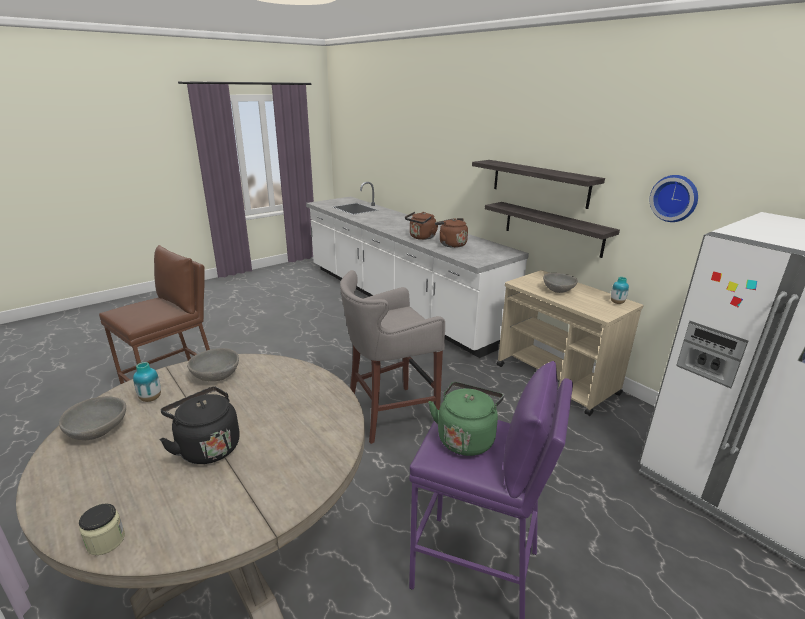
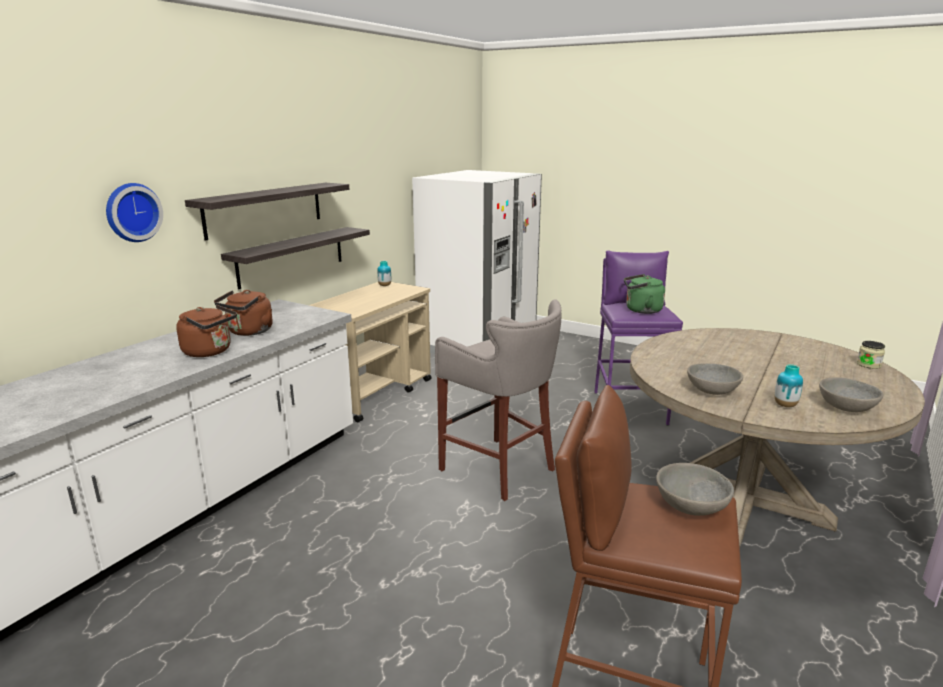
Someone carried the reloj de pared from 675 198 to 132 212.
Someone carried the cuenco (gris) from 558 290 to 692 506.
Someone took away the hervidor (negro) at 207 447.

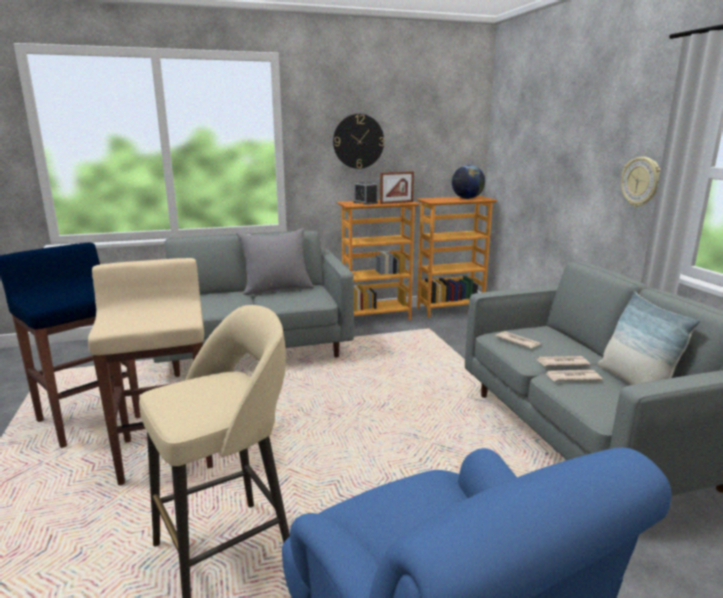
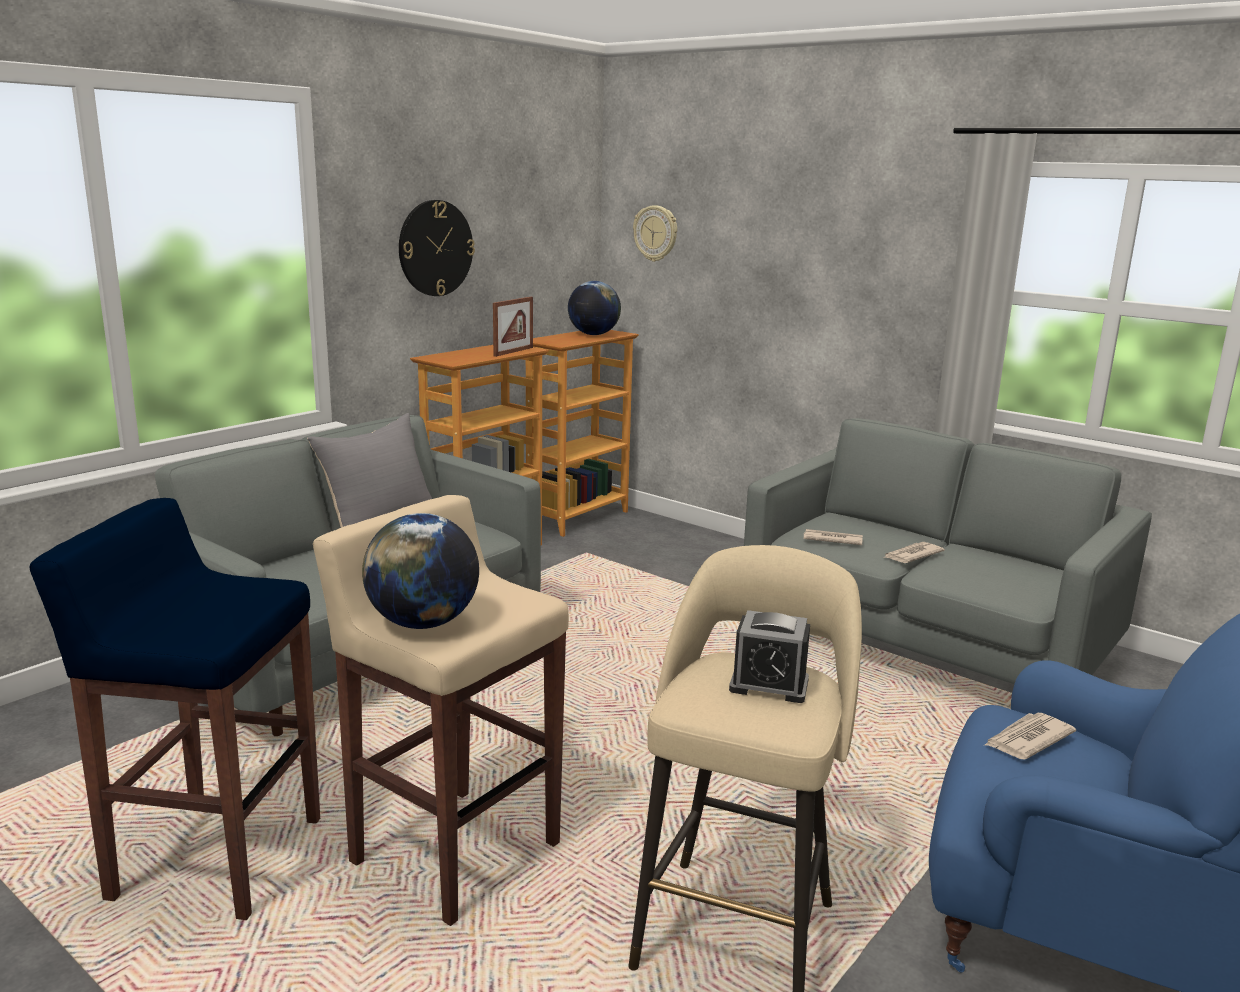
Someone put down the globo terráqueo at 423 623.
Someone carried the reloj de pared from 641 182 to 656 233.
Someone carried the despertador from 365 203 to 769 685.
Someone carried the periódico from 571 377 to 1027 739.
Someone took away the cojín at 634 383.

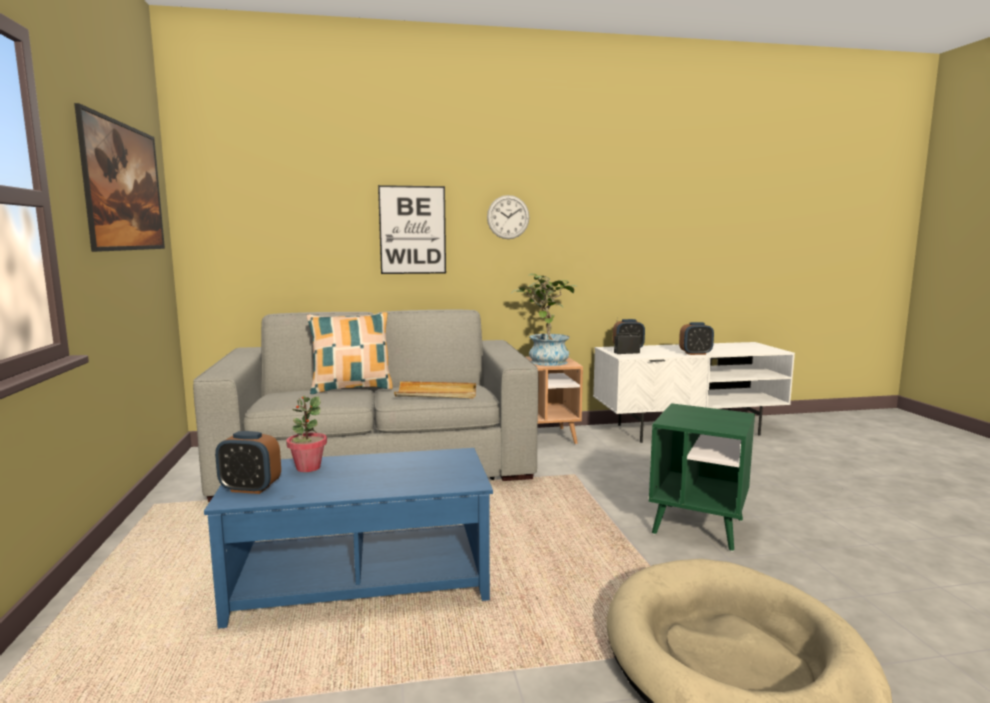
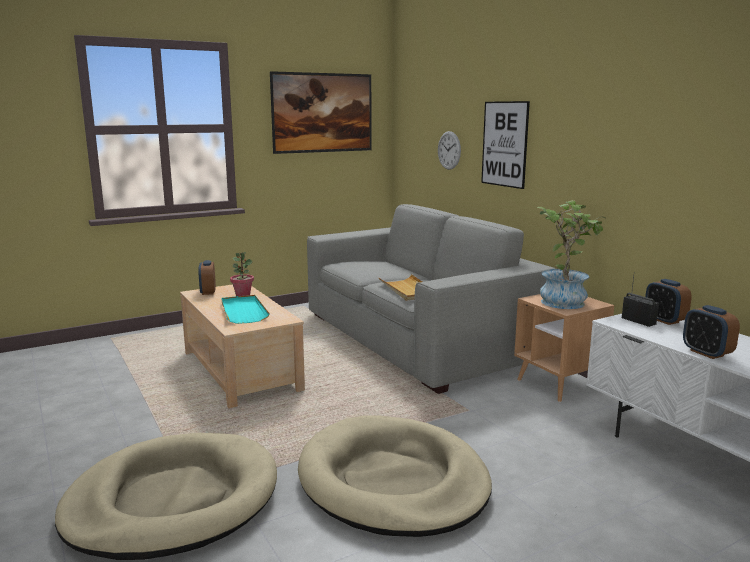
Someone repainted the mesa de centro (azul) at 361 579, which became the mesa de centro (beis) at 242 371.
Someone put down the bandeja (turquesa) at 243 311.
Someone swapped the mesa auxiliar (verde) at 698 527 for the cama para perro (beis) at 393 481.
Someone carried the reloj de pared from 508 217 to 449 150.
Someone took away the cojín at 351 389.

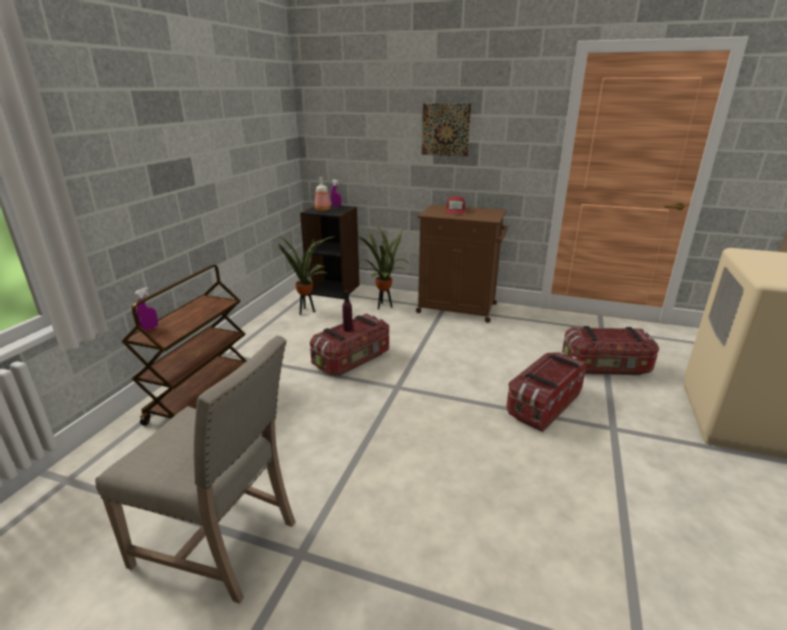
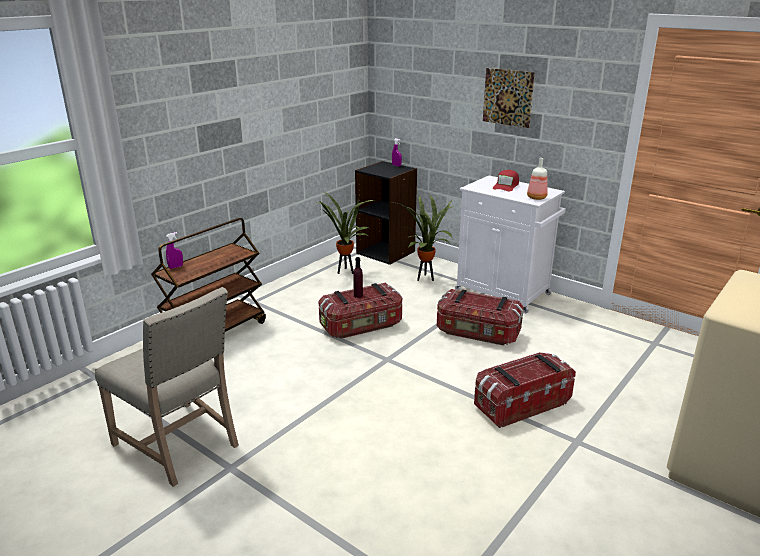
Someone carried the caja de almacenaje from 605 367 to 477 333.
Someone repainted the armario (marrón) at 458 308, which became the armario (blanco) at 504 293.
Someone carried the botella from 322 210 to 536 198.

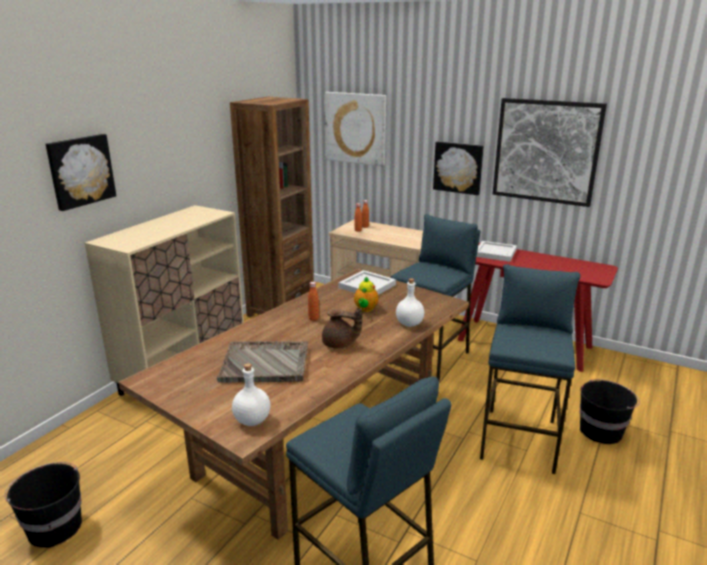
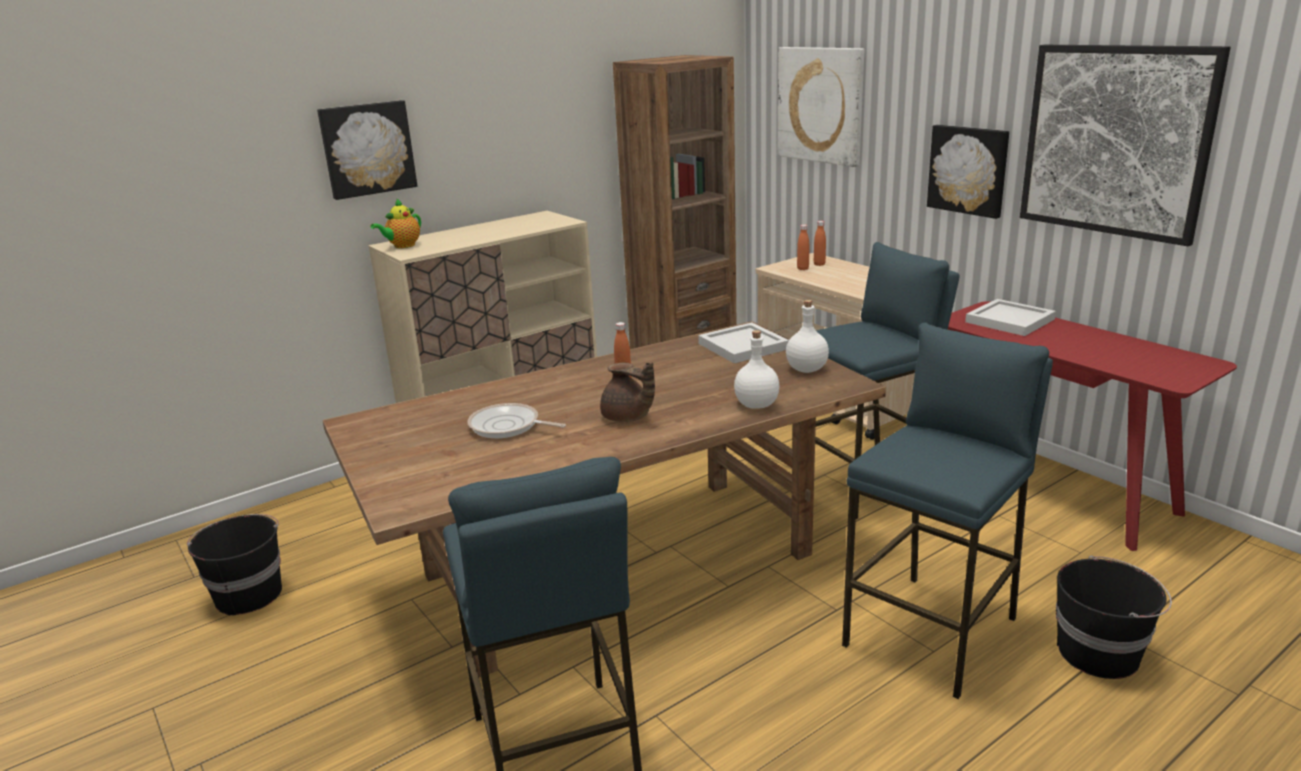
Someone carried the tetera from 365 309 to 402 246.
Someone swapped the bandeja (gris) at 266 363 for the sartén at 507 426.
Someone carried the botella (blanco) from 252 420 to 806 369.

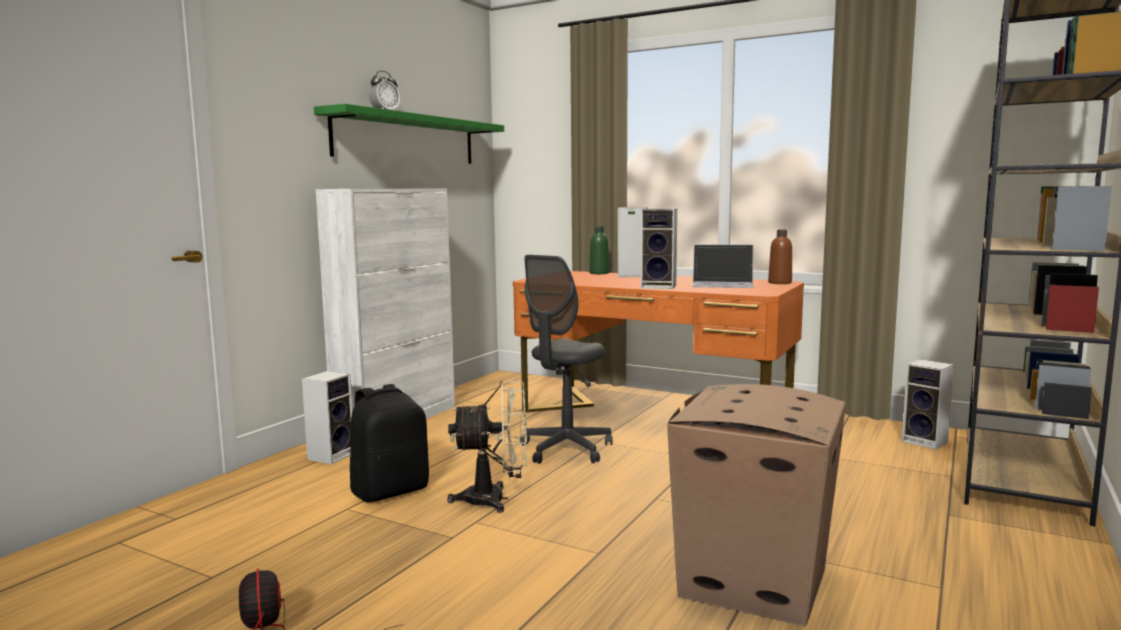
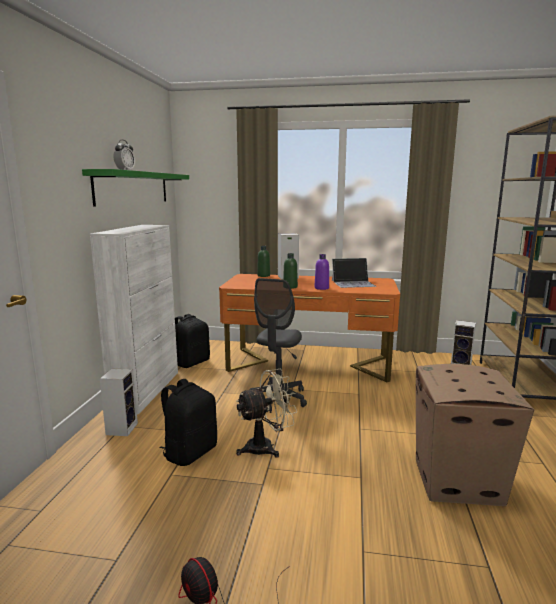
Someone put down the mochila (negro) at 191 362.
Someone put down the botella (verde) at 290 287.
Someone swapped the altavoz at 660 286 for the botella (morado) at 321 288.
Someone took away the botella (marrón) at 780 283.

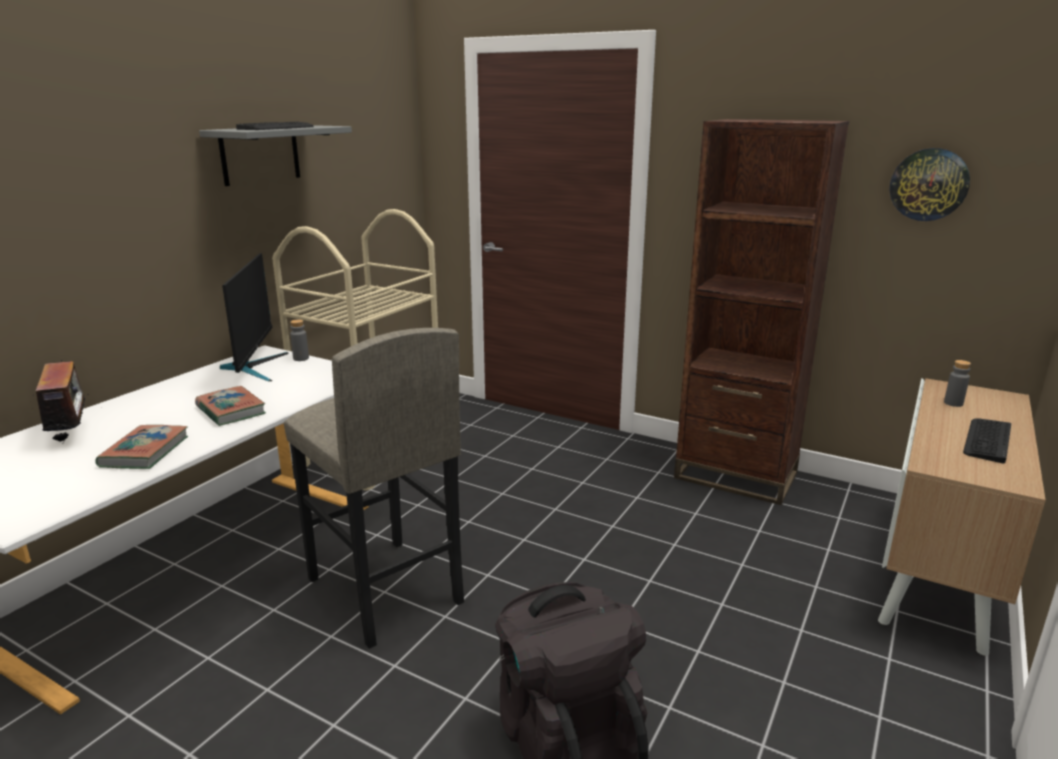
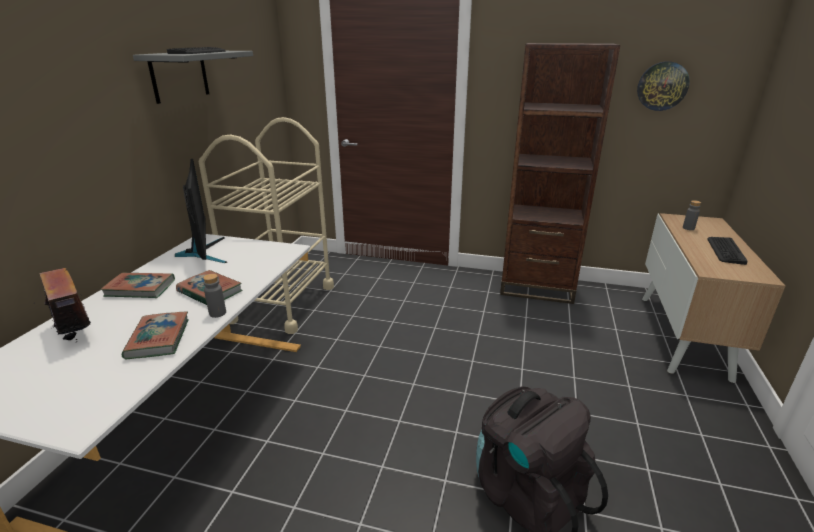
Someone put down the libro at 140 288.
Someone carried the botella (gris) from 301 358 to 217 313.
Someone took away the taburete (gris) at 384 591.

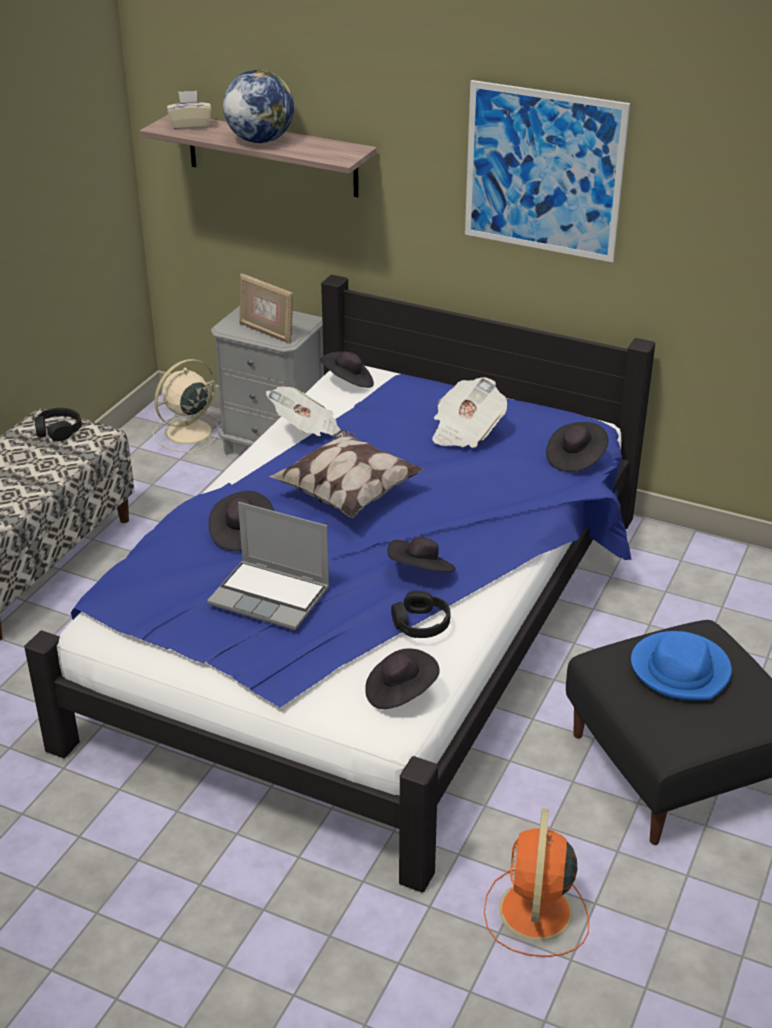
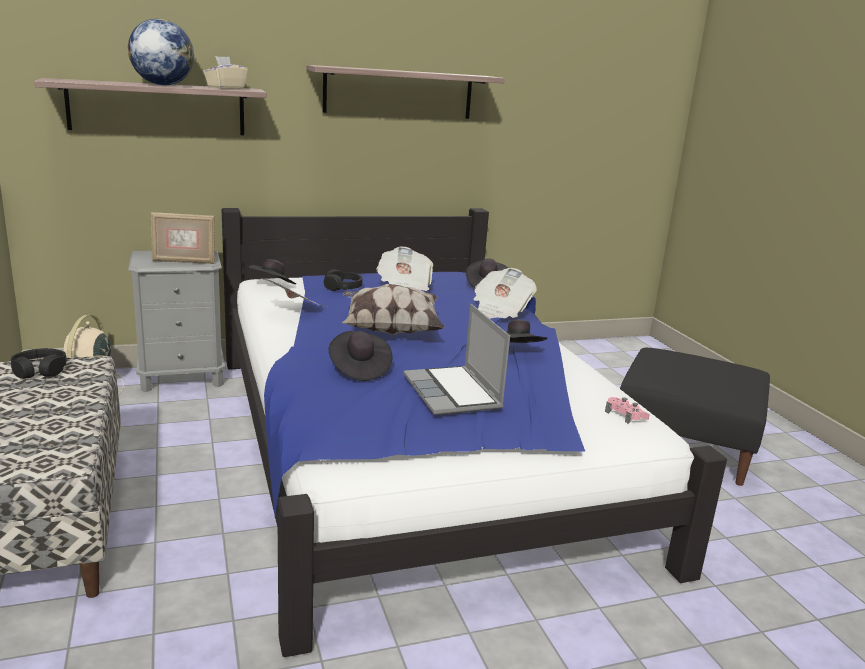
Someone carried the caja de pañuelos (beis) from 190 125 to 225 88.
Someone swapped the cuadro at 543 171 for the estante at 398 93.
Someone carried the auriculares (negro) from 421 624 to 343 287.
Someone rotated the portátil at 271 596 by 90 degrees clockwise.
Someone put down the periódico at 500 310.
Someone swapped the sombrero (negro) at 400 693 for the mando de consola (rosa) at 625 415.
Someone took away the ventilador (naranja) at 535 913.
Someone took away the sombrero (azul) at 681 670.

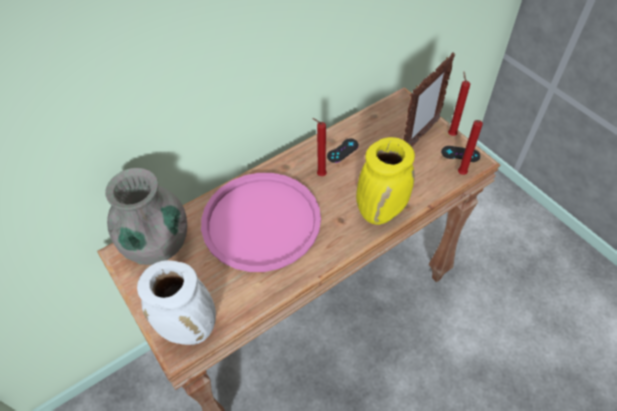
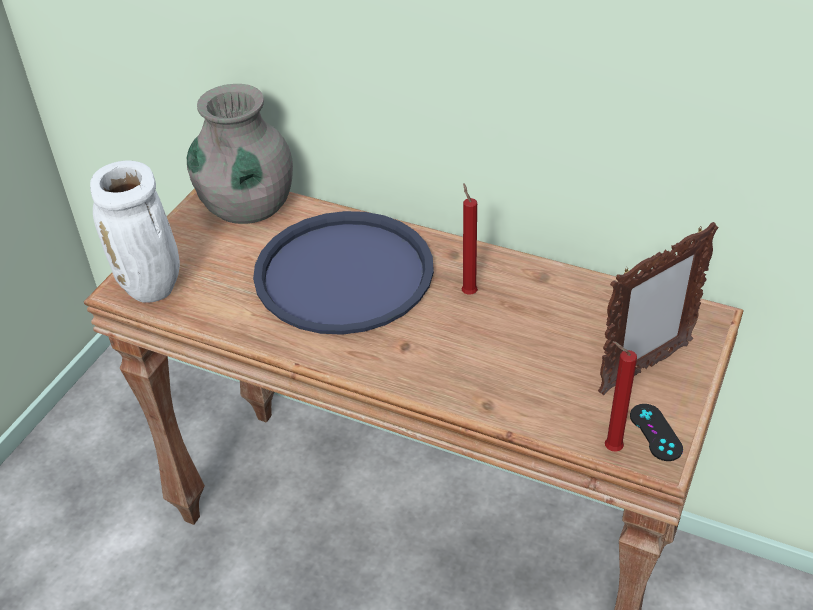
Someone repainted the bandeja (rosa) at 261 222, which became the bandeja (azul) at 344 274.
Someone rotated the portarretratos at 419 137 by 45 degrees counterclockwise.
Someone took away the mando de consola (negro) at 342 150.
Someone took away the florero (amarillo) at 381 211.
Someone took away the vela (rojo) at 451 134.

